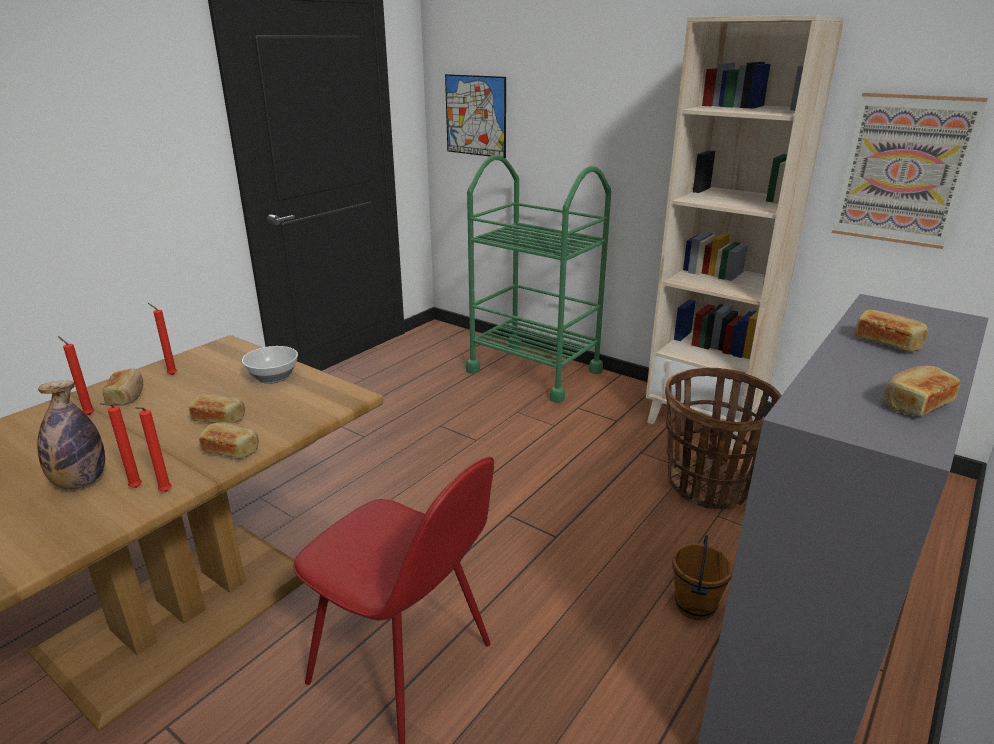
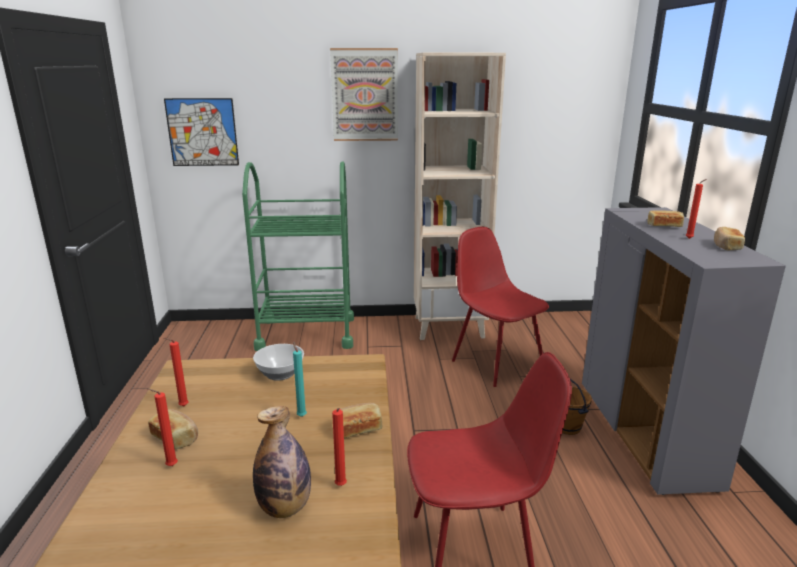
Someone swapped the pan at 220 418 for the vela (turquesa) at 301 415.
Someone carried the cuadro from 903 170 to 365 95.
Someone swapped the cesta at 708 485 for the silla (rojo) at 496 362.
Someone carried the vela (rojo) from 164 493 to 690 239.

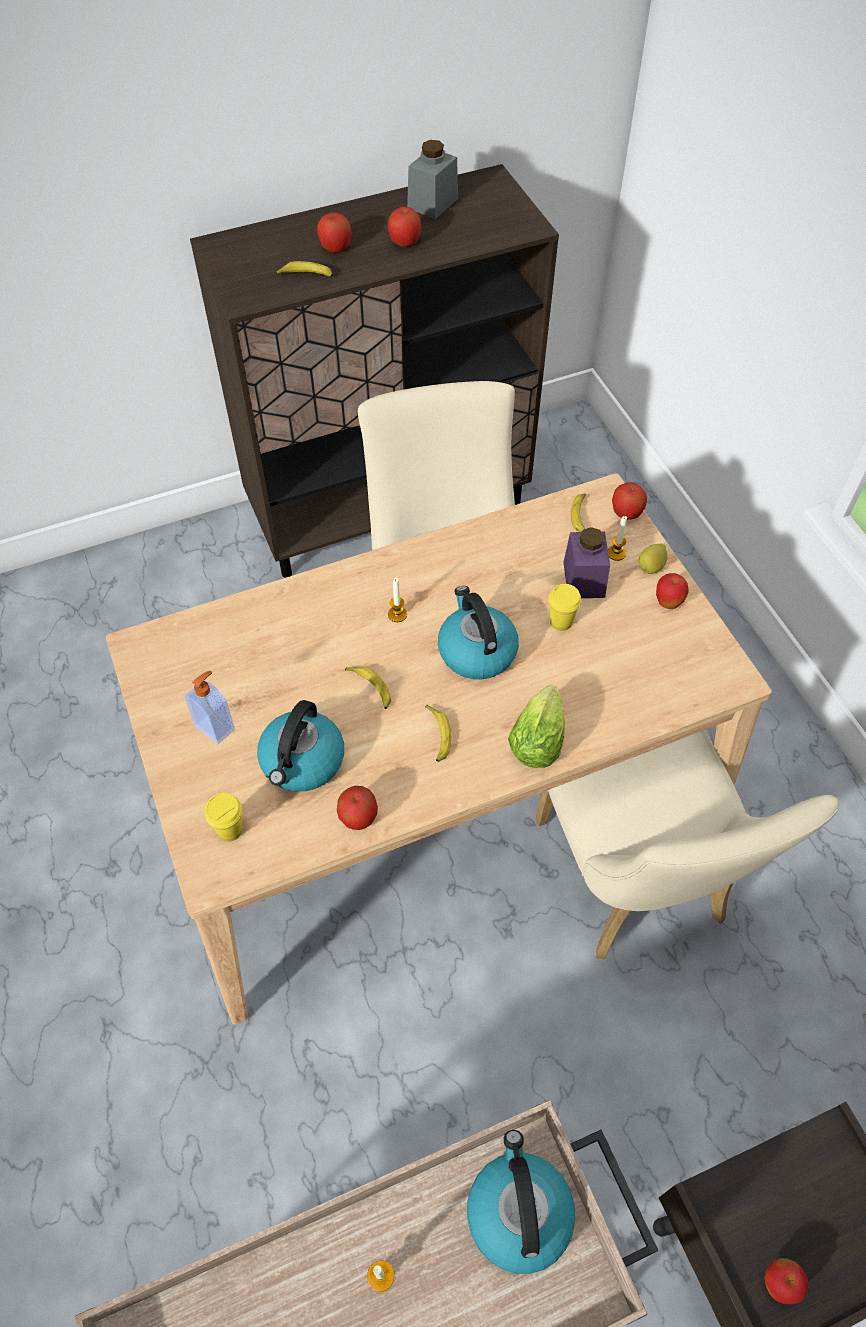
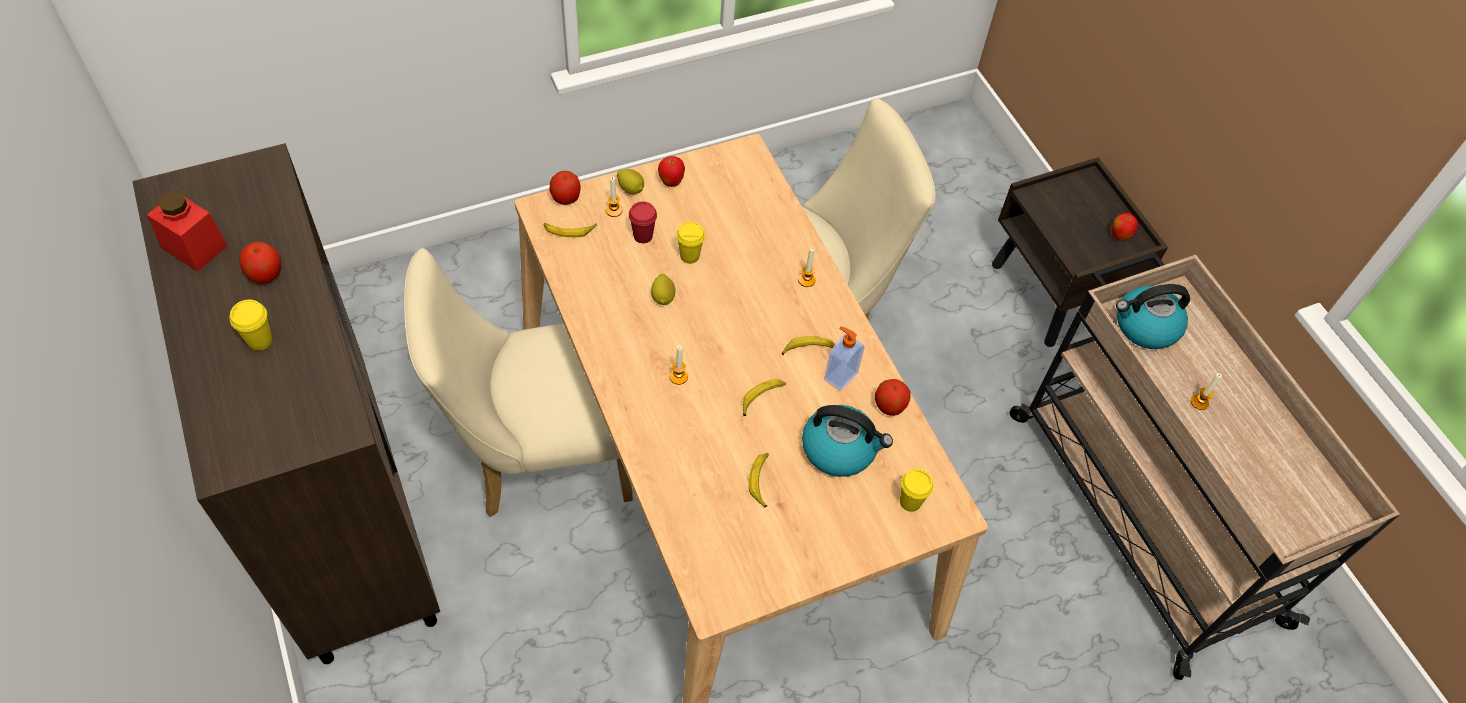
Someone repainted the tarro (gris) at 432 203, which became the tarro (rojo) at 194 247.
Someone swapped the manzana at 335 248 for the taza (amarillo) at 260 340.
Someone swapped the tarro (morado) at 584 579 for the taza (rojo) at 643 236.
Someone put down the limón at 663 297.
Someone carried the plátano from 306 275 to 761 481.
Someone swapped the lechuga at 538 737 for the vela at 806 280.
Someone carried the dispensador de jabón from 216 727 to 839 376.
Someone took away the hervidor at 476 651.

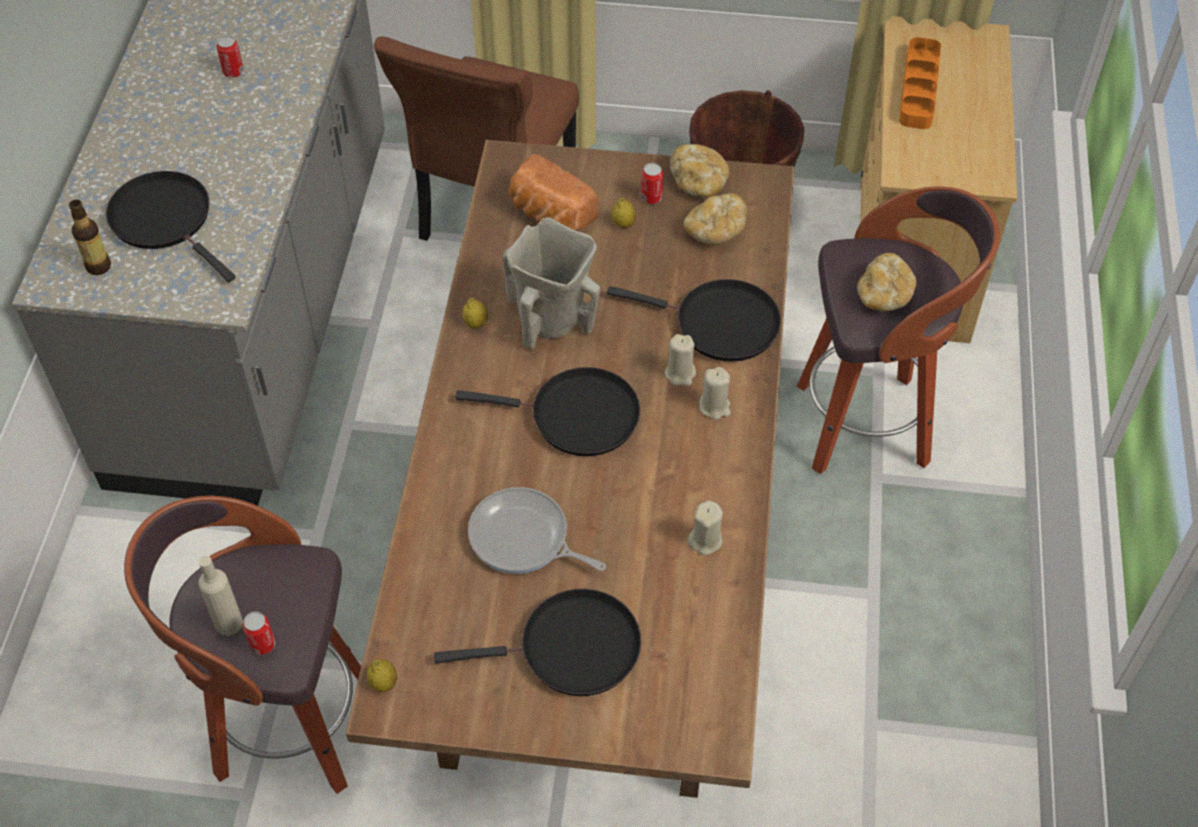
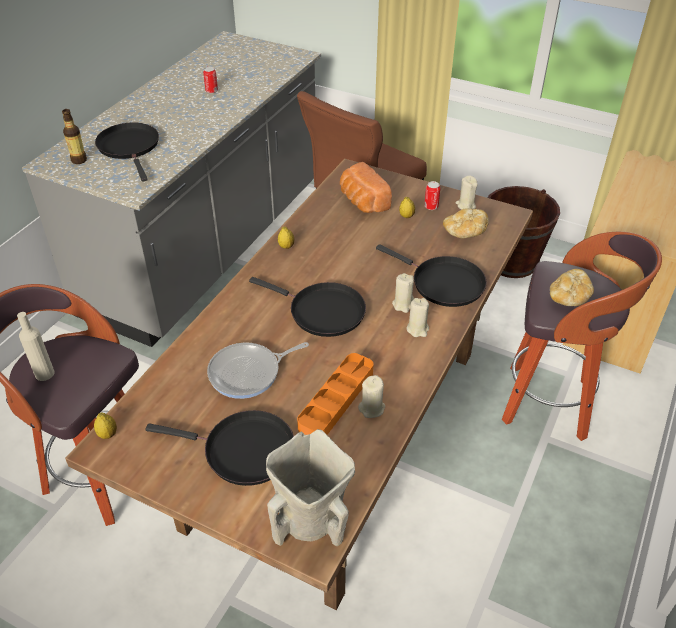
Someone rotated the sartén at 523 539 by 75 degrees counterclockwise.
Someone carried the florero (beis) from 552 320 to 311 521.
Someone carried the bandeja (naranja) from 919 88 to 336 399.
Someone swapped the pan at 698 182 for the vela (beis) at 465 205.
Someone took away the lata at 262 644.

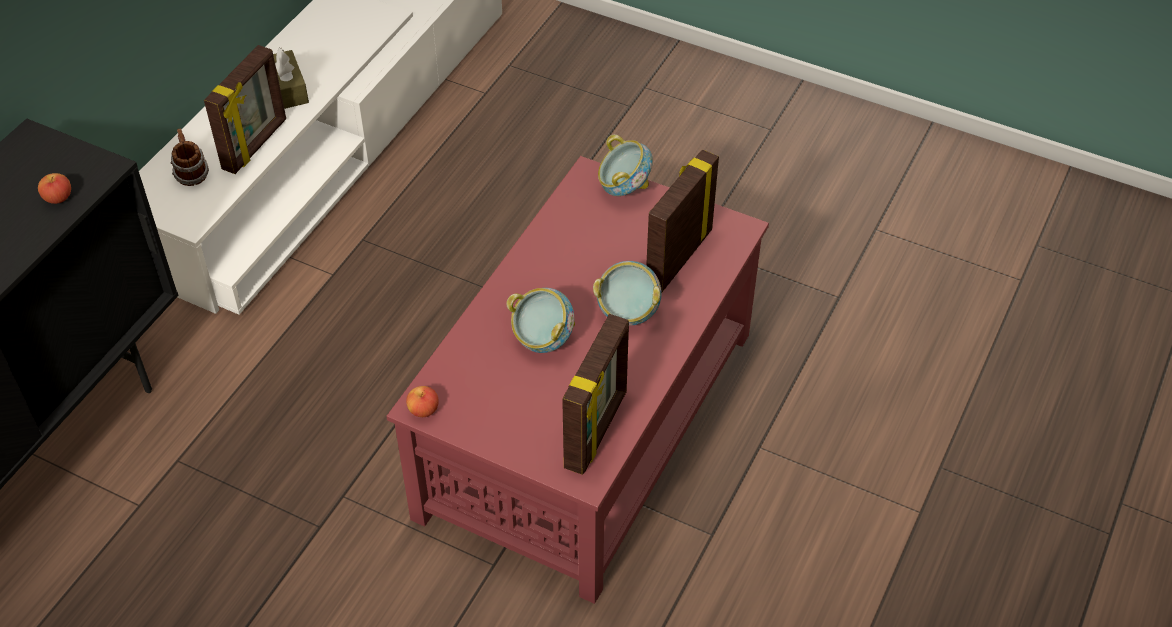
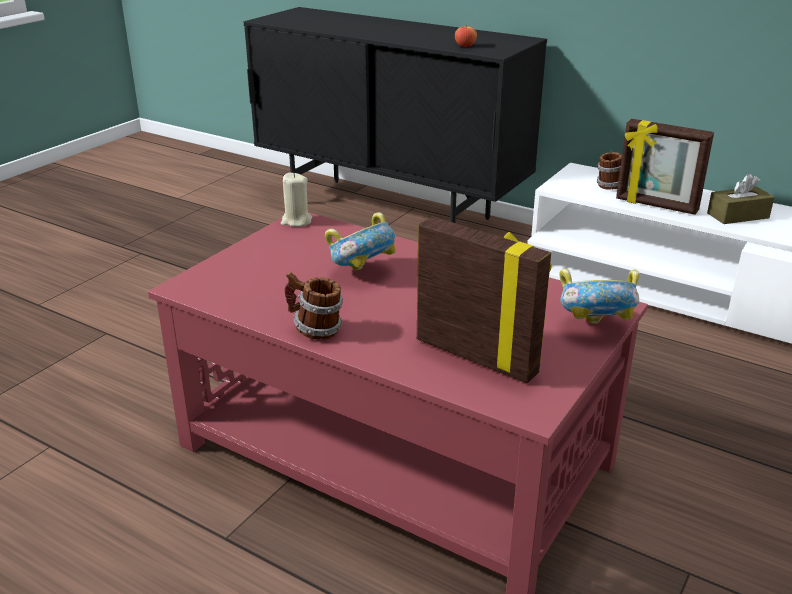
Someone swapped the manzana at 423 410 for the vela (beis) at 296 221.
Someone put down the taza grande at 315 330.
Someone took away the portarretratos at 597 430.
Someone took away the cuenco at 627 313.

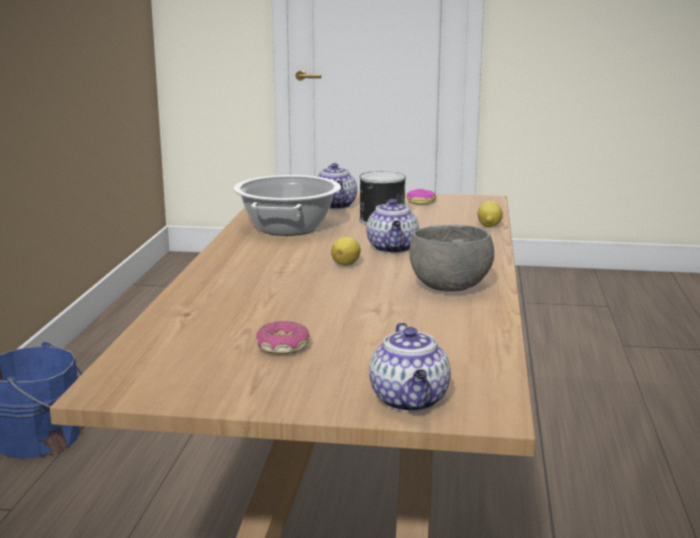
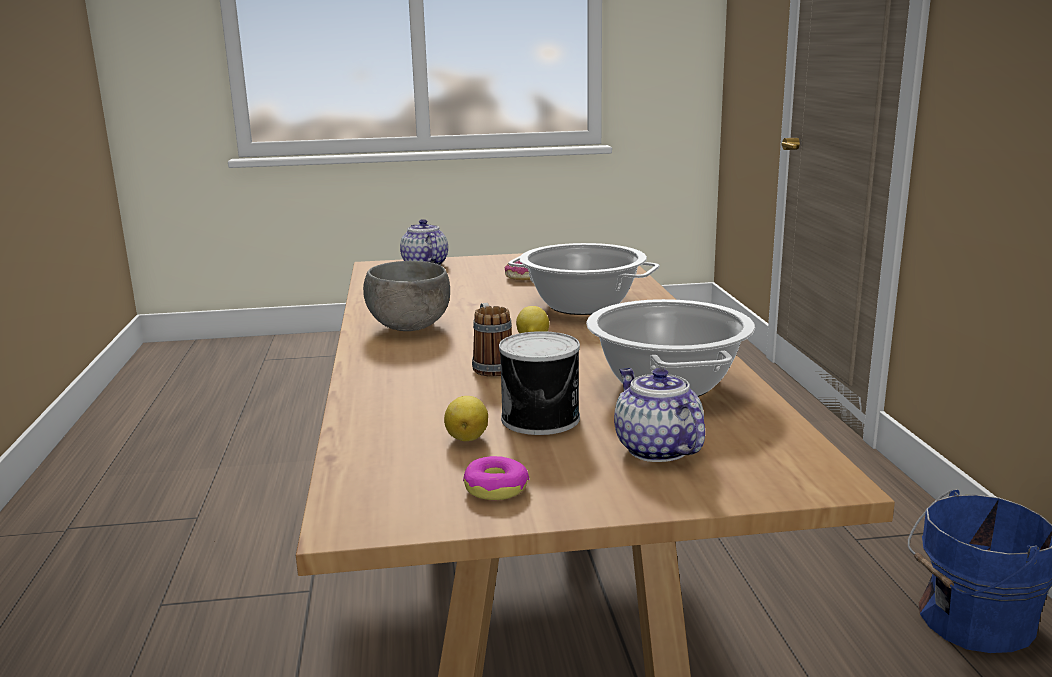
Someone carried the limón from 488 226 to 467 437.
Someone swapped the tetera at 393 248 for the taza grande at 491 366.
Someone put down the olla at 583 305.

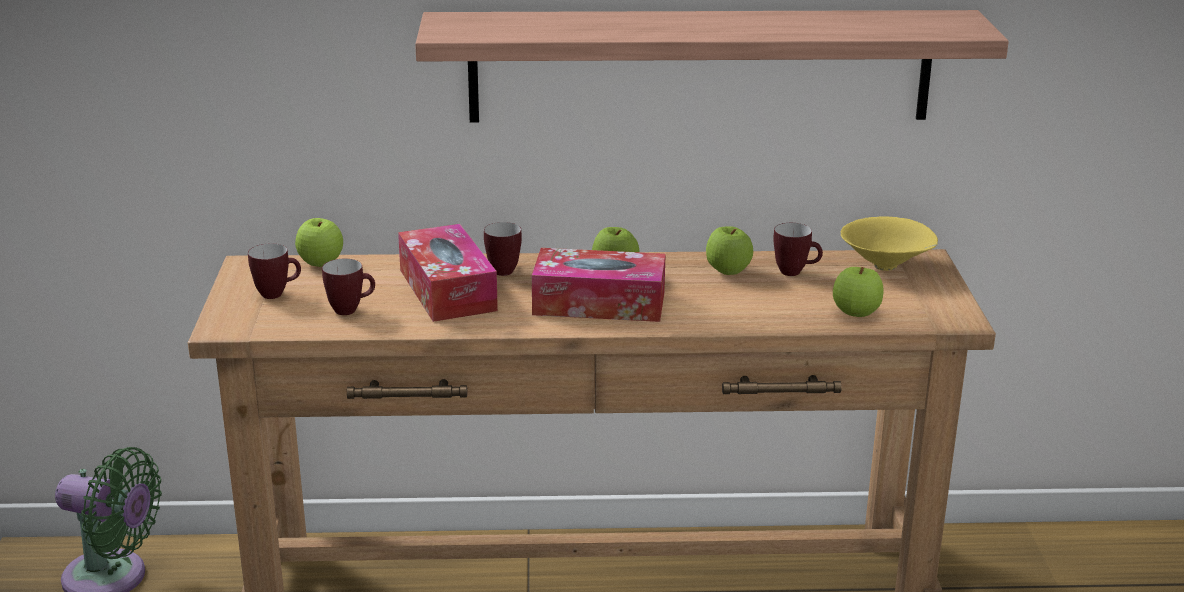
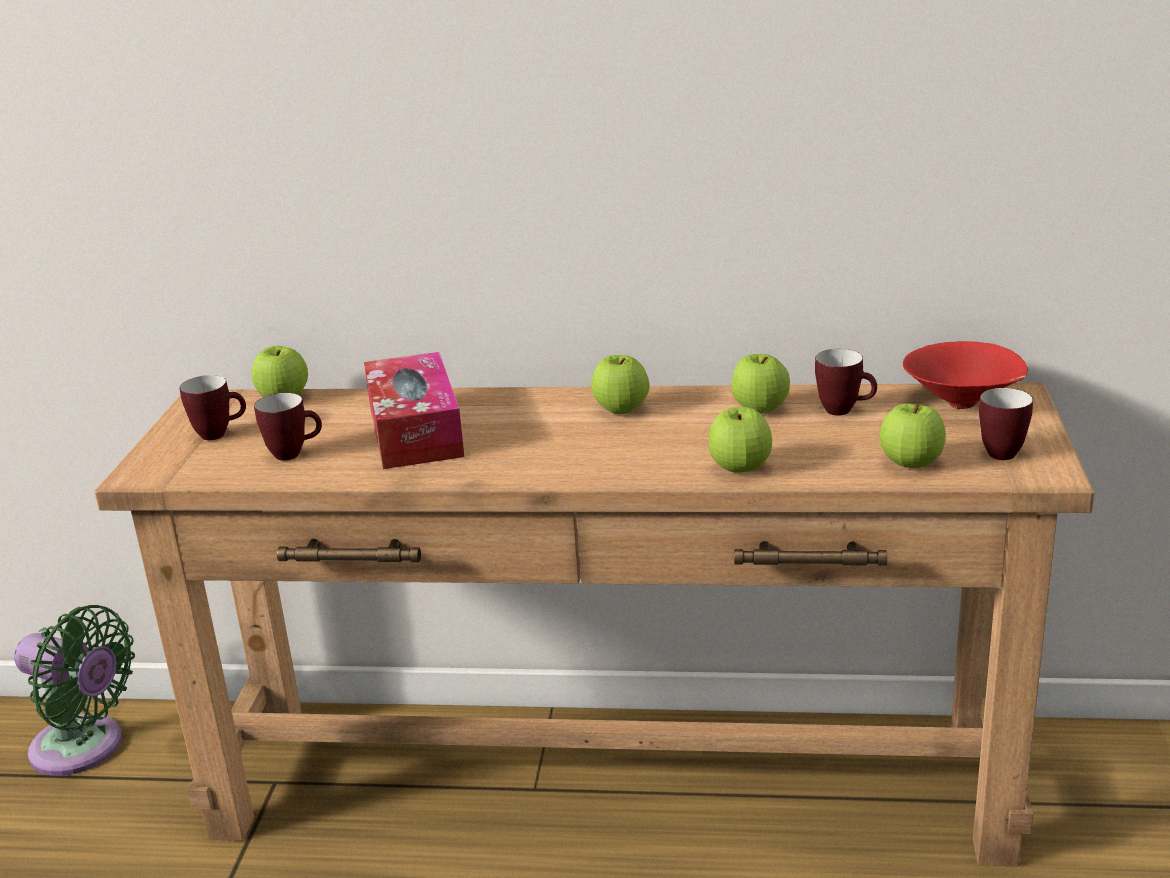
Someone put down the manzana at 740 468.
Someone repainted the cuenco (amarillo) at 887 267, which became the cuenco (rojo) at 964 404.
Someone carried the taza grande from 503 269 to 1000 451.
Someone took away the estante at 700 66.
Someone took away the caja de pañuelos at 599 303.

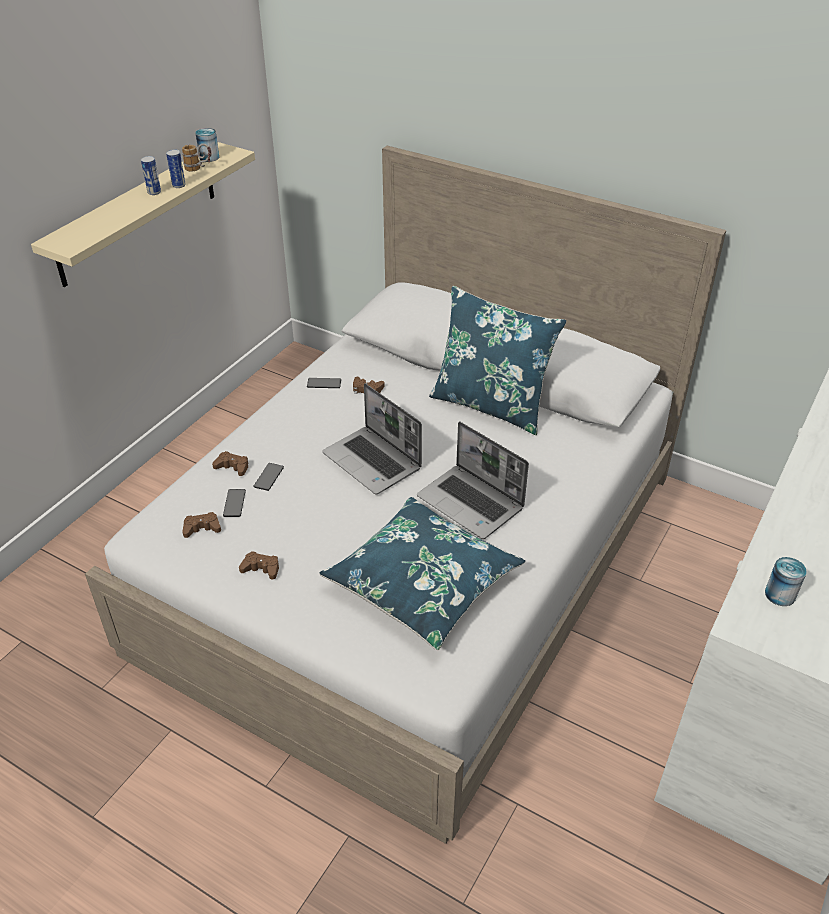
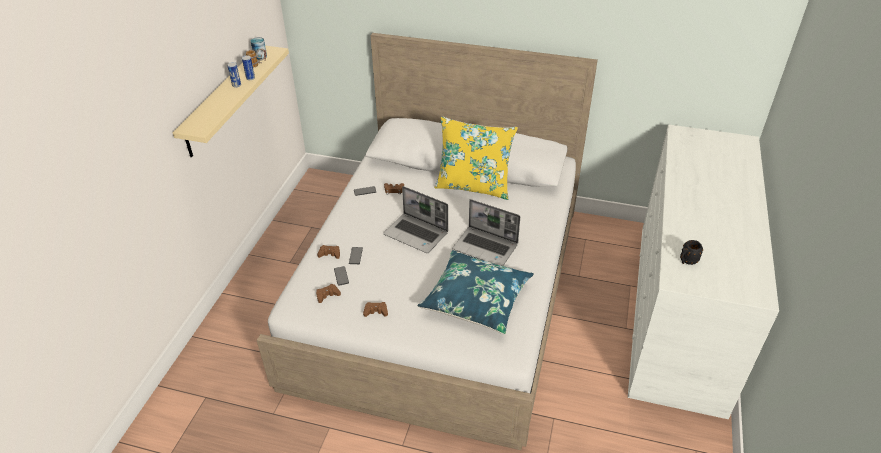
Someone repainted the cojín (azul) at 491 404, which became the cojín (amarillo) at 474 186.
Someone swapped the lata at 780 594 for the taza grande (negro) at 686 261.

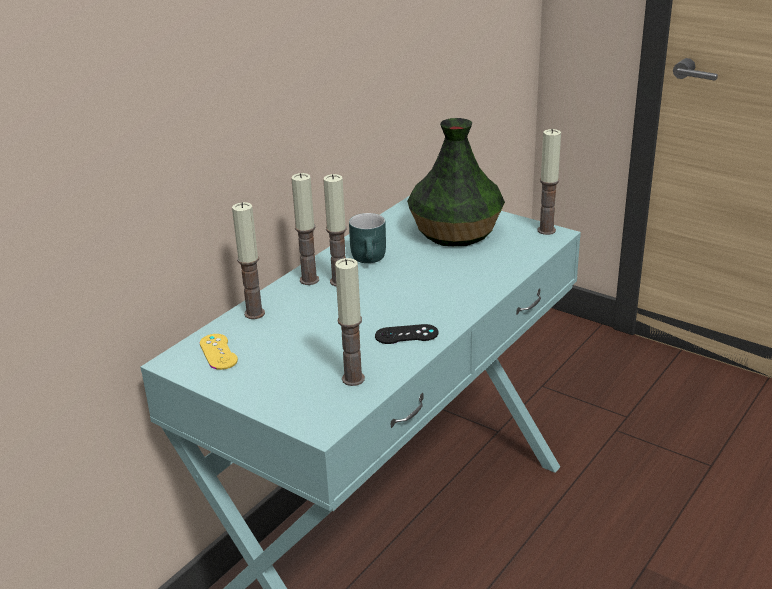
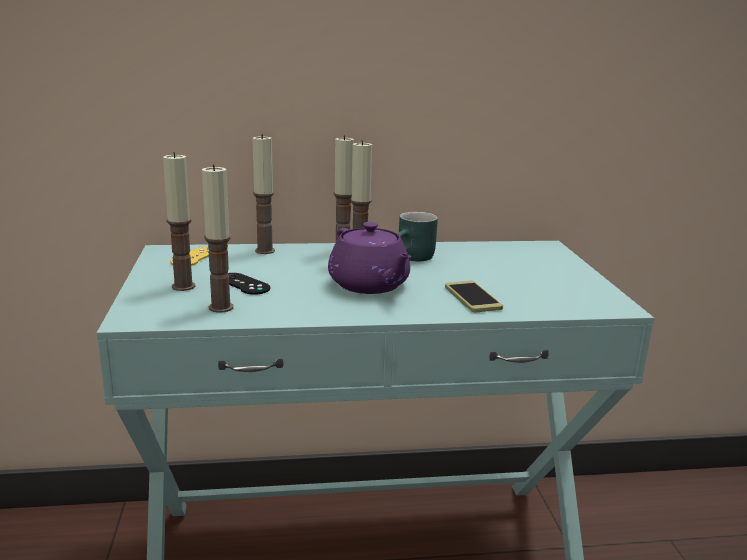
Someone carried the vela from 546 230 to 183 286.
Someone carried the mando de consola (negro) from 406 334 to 243 284.
Someone put down the tetera (morado) at 370 285.
Someone put down the móvil at 473 297.
Someone took away the florero at 456 232.

